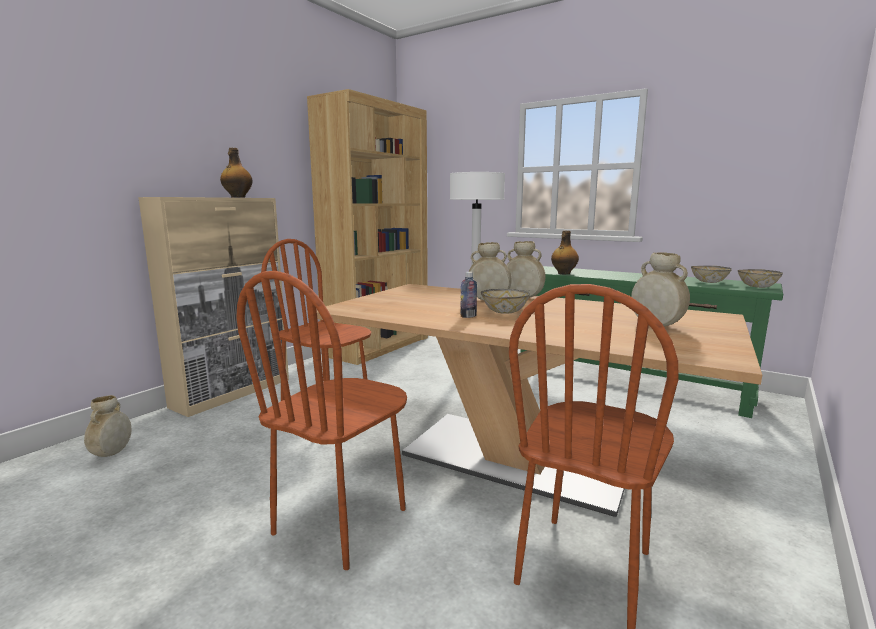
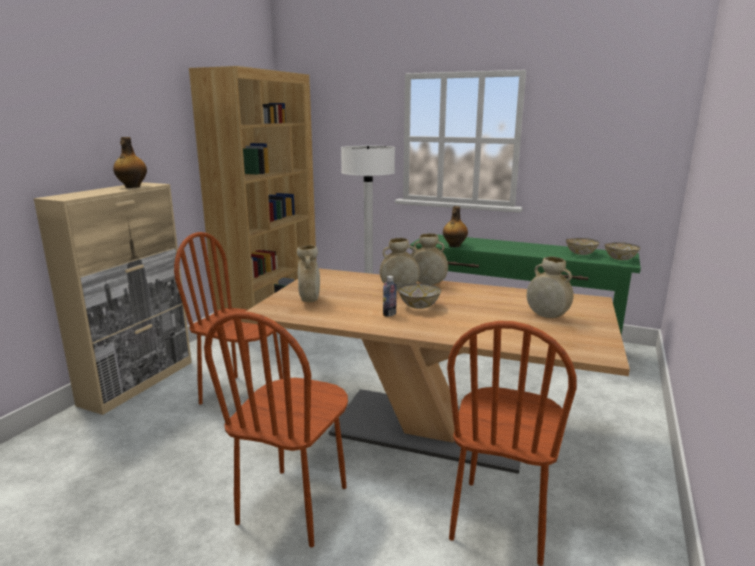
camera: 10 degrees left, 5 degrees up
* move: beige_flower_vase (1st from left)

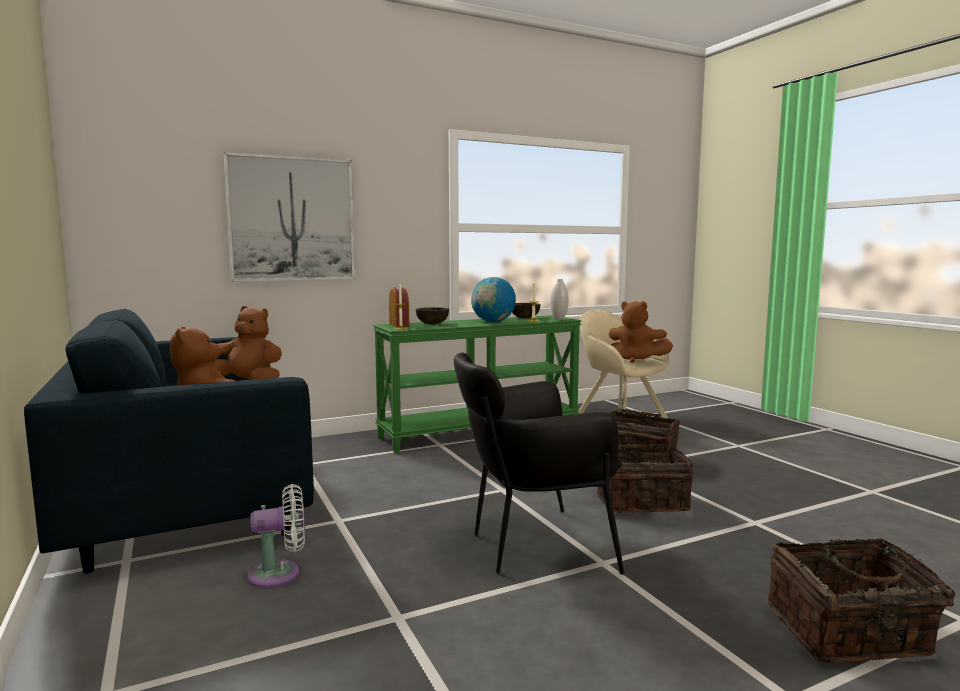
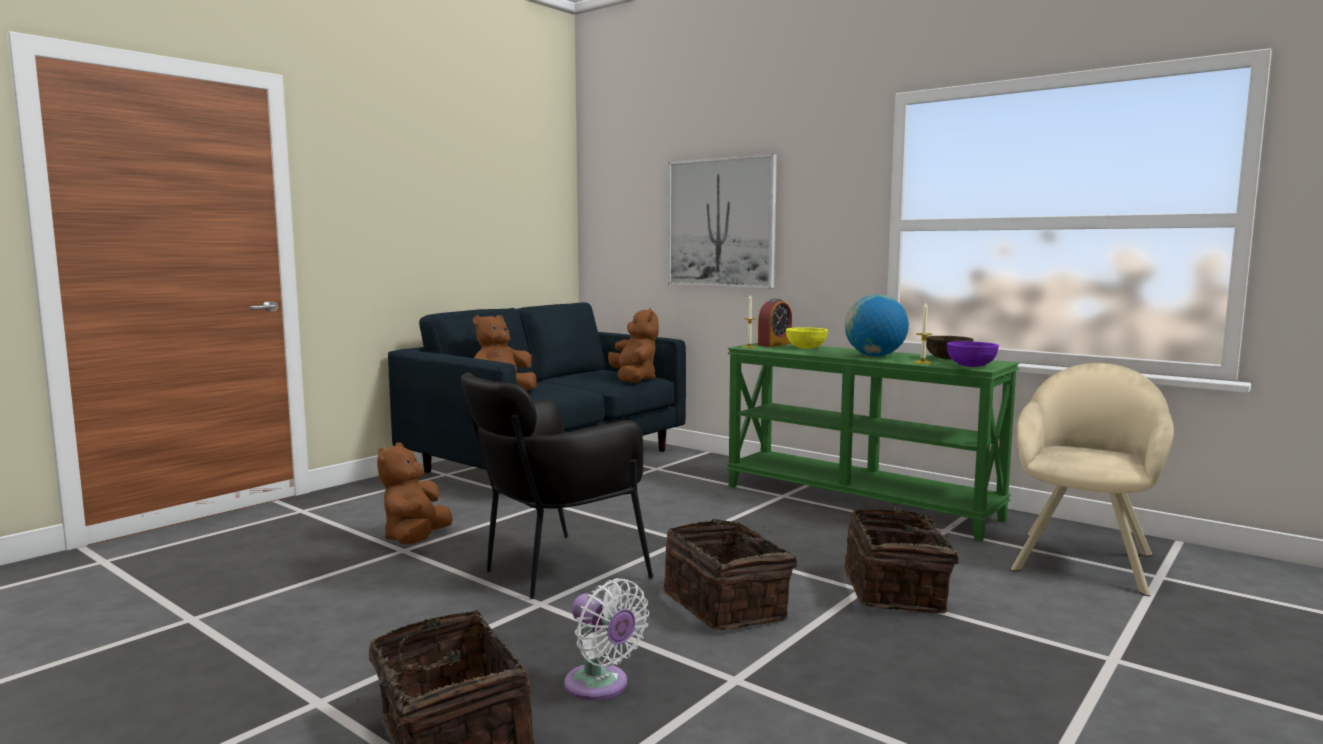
camera: 65 degrees right, 0 degrees up
* replace: whitish_flower_vase to purplish_bowl
* move: brown_cuddly_toy (3rd from left in the first image) to brown_cuddly_toy (1st from left)
* recolor: brown_bowl (1st from left) to yellow-coloured_bowl
* rotate: blackish_easy_chair 90 degrees counterclockwise
* move: whitish_electric_fan

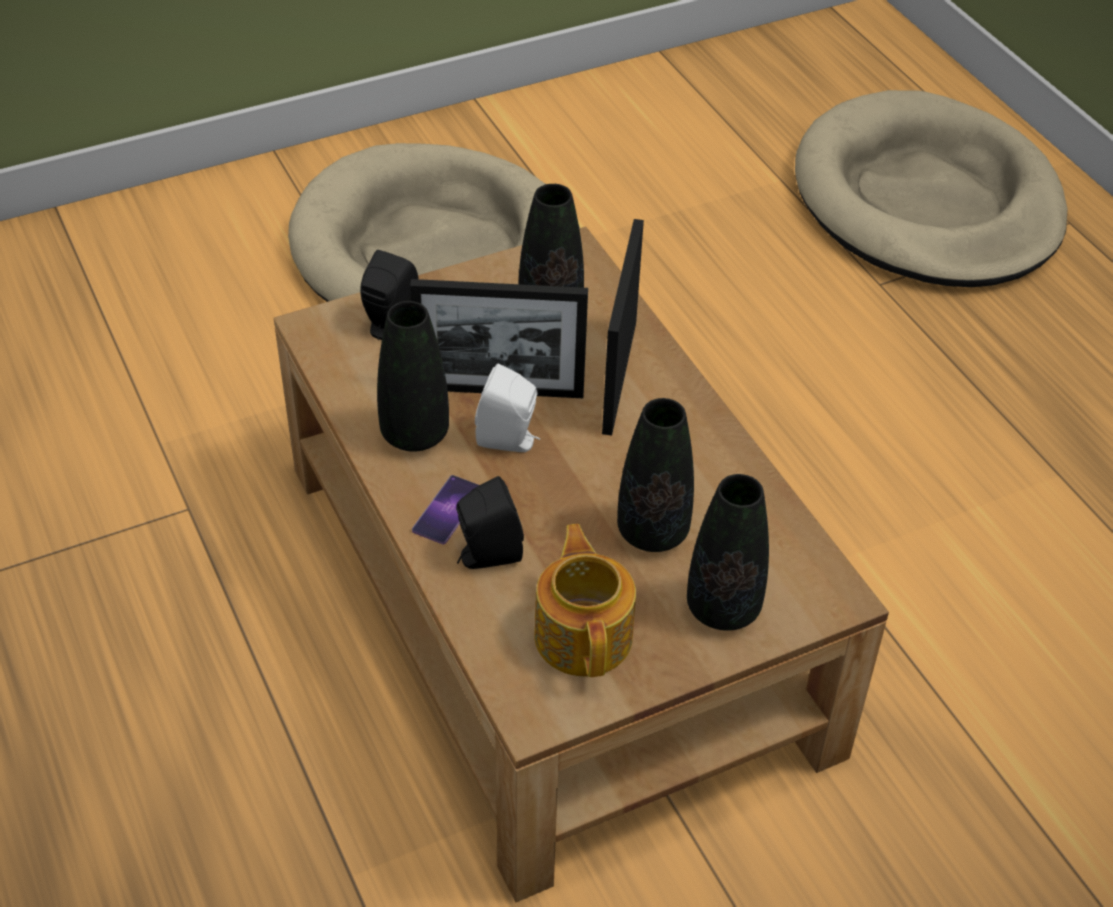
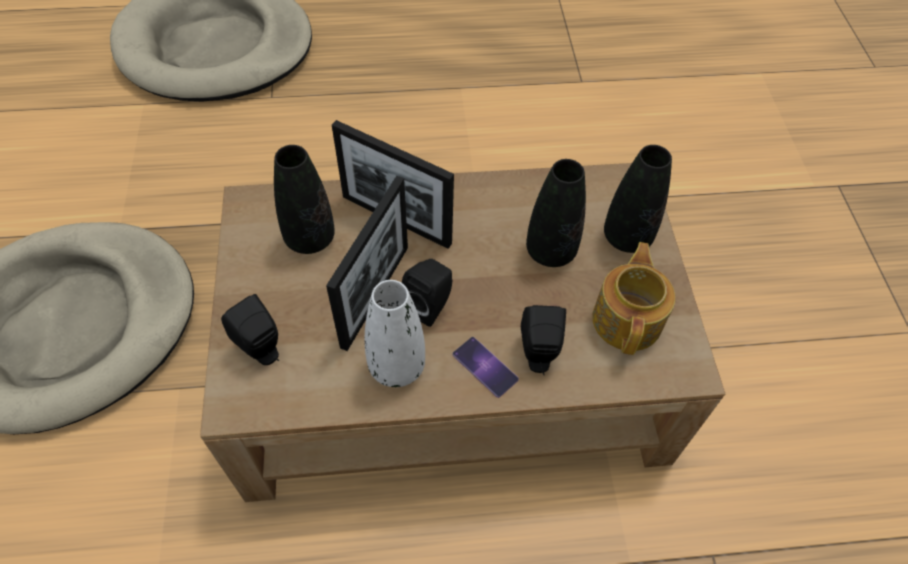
camera: 70 degrees left, 10 degrees up
* recolor: blackish_flower_vase (1st from left) to whitish_flower_vase
* recolor: whitish_loudspeaker to blackish_loudspeaker (2nd from left)
* rotate: tea_pot 90 degrees clockwise

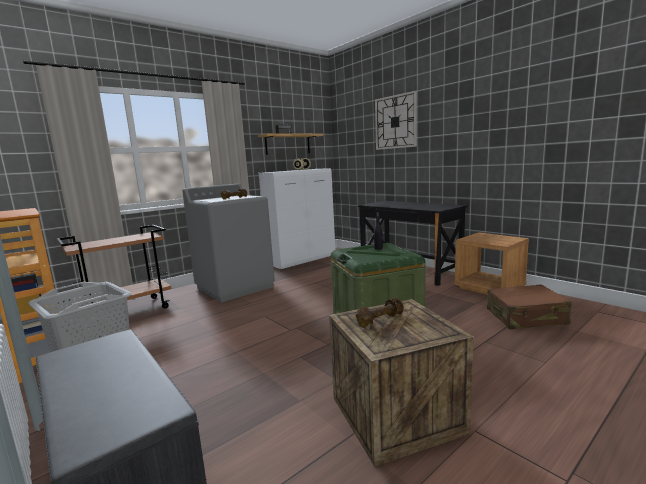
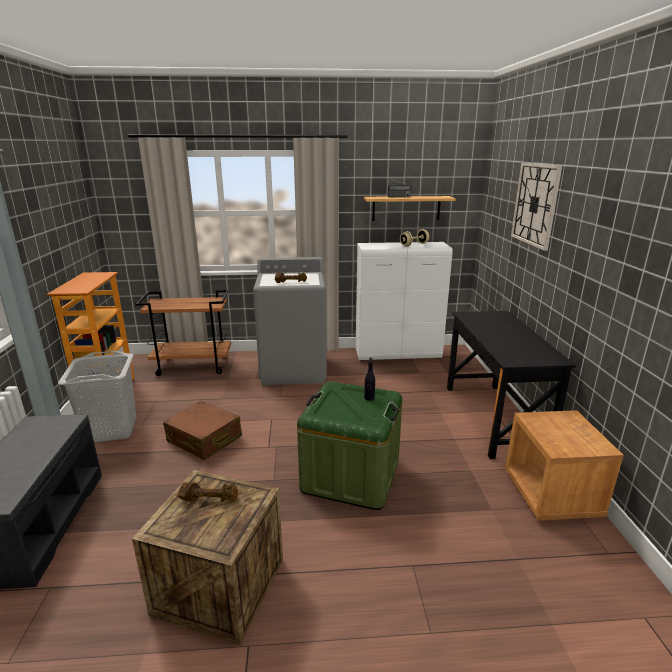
camera: 35 degrees right, 10 degrees up
* move: brown_travel_case

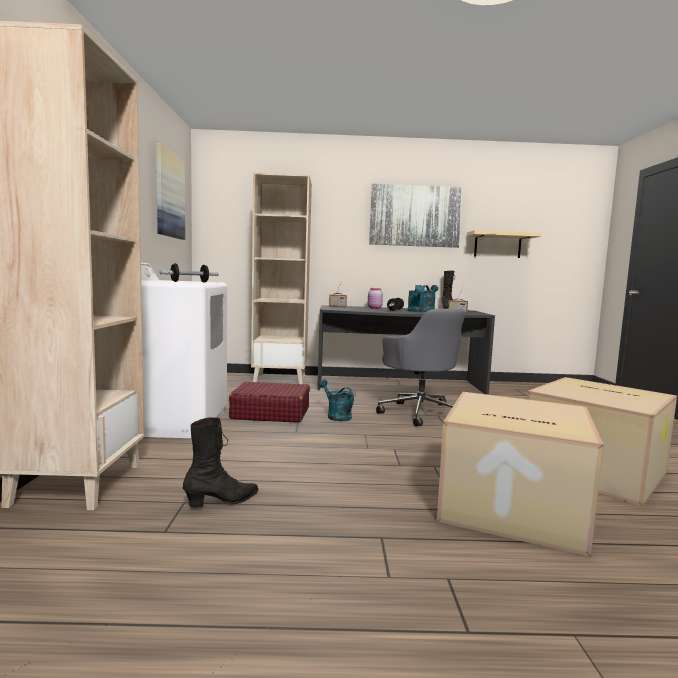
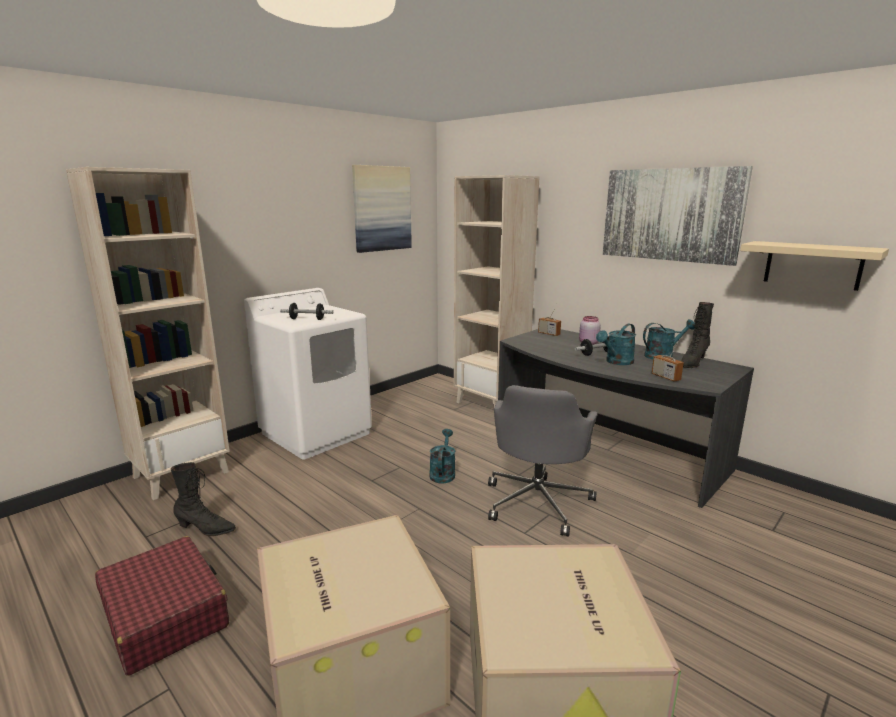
camera: 45 degrees right, 10 degrees up
* move: red-coloured_travel_case

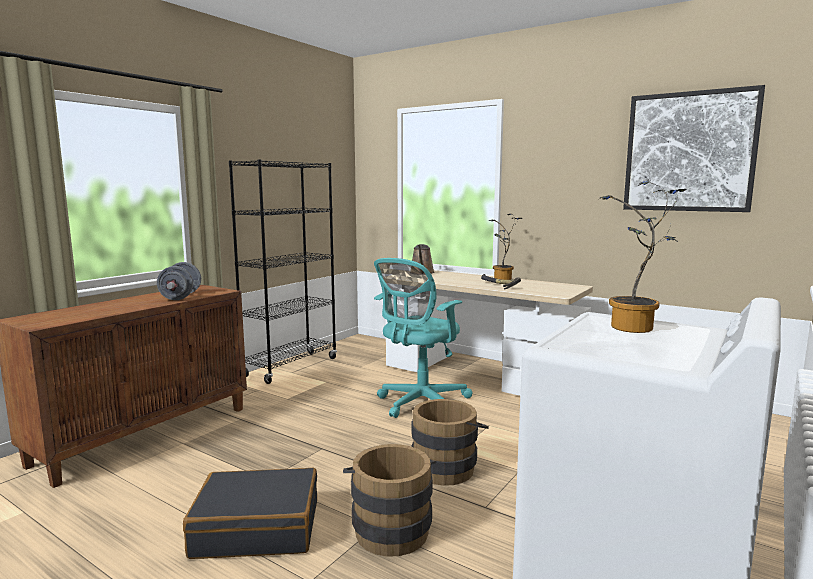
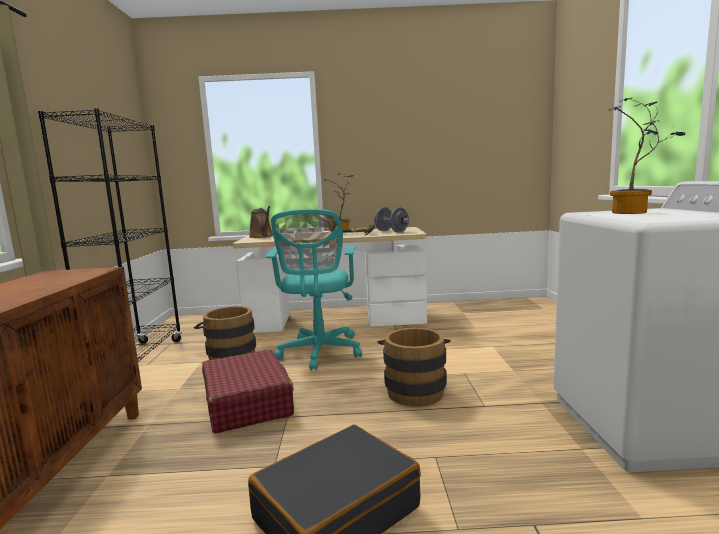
camera: 35 degrees left, 0 degrees up
* delete: wall_picture
* move: greyish_dumbbell
* move: brown_pail (1st from left)
* insert: red-coloured_travel_case

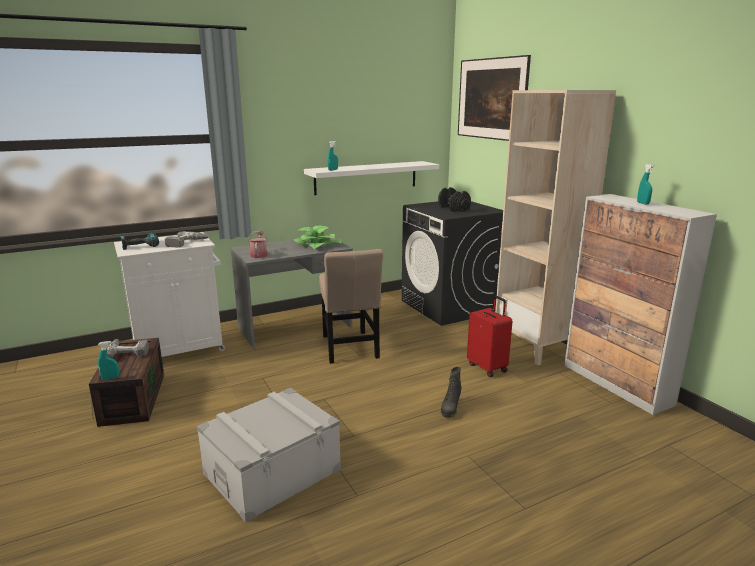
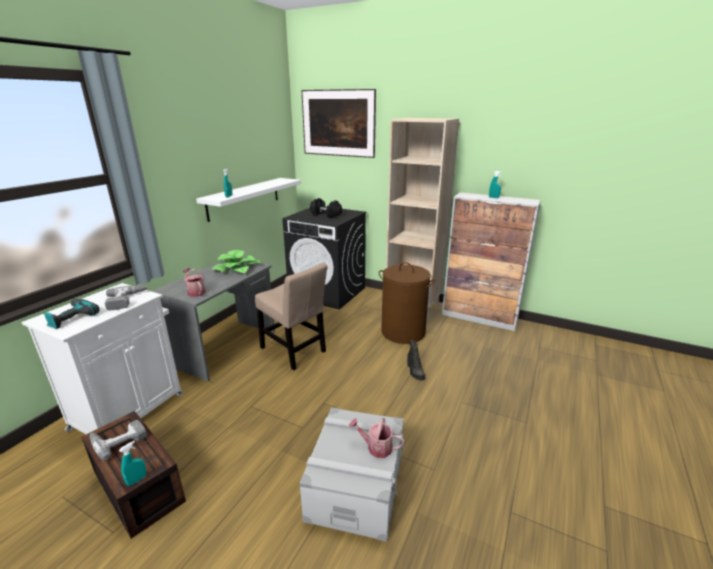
camera: 35 degrees left, 5 degrees up
* replace: red-coloured_travel_case to brown_hamper
* insert: sprinkling_can (2nd from left)

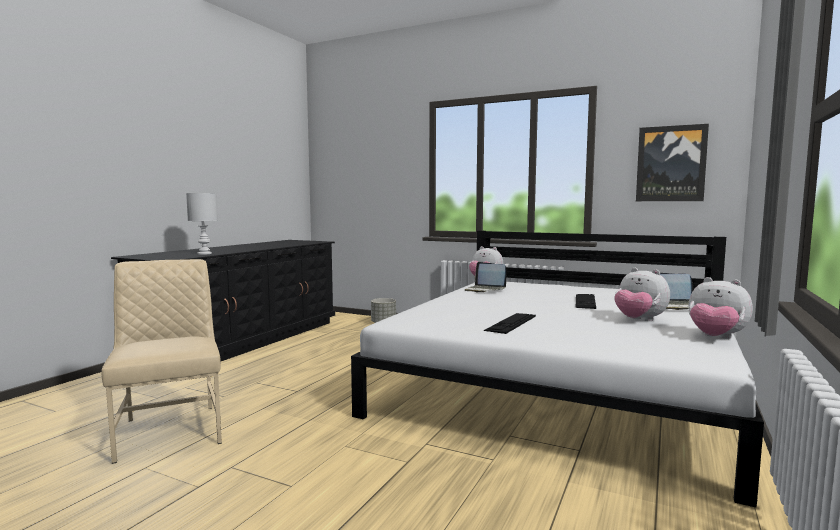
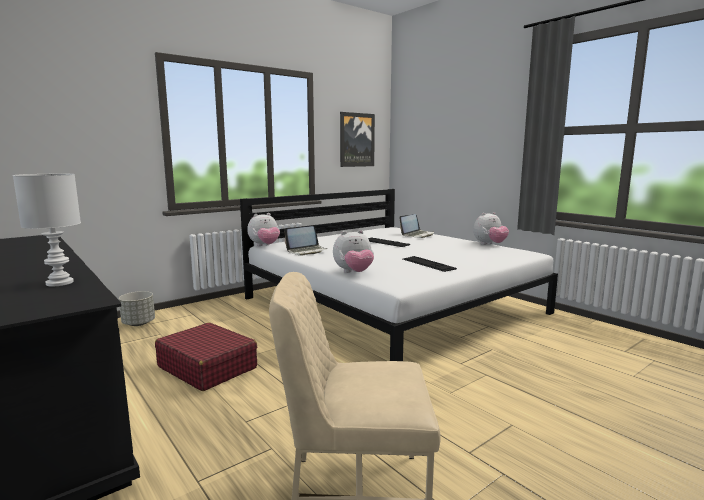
camera: 65 degrees left, 5 degrees up
* move: cuddly_toy (2nd from left)
* insert: red-coloured_travel_case

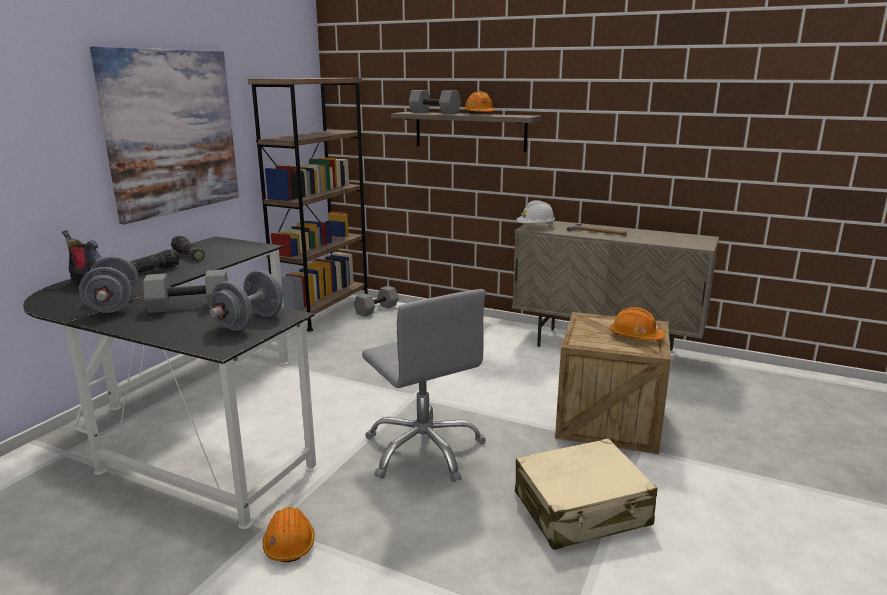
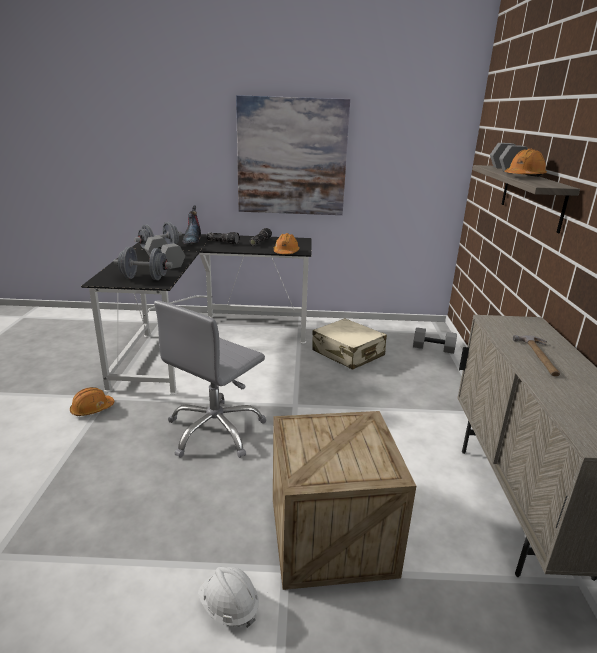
camera: 65 degrees right, 5 degrees up
* delete: brown_bookcase
* move: whitish_work_helmet
* move: orangey_work_helmet (3rd from left in the first image) to orangey_work_helmet (2nd from left)
* move: beige_travel_case

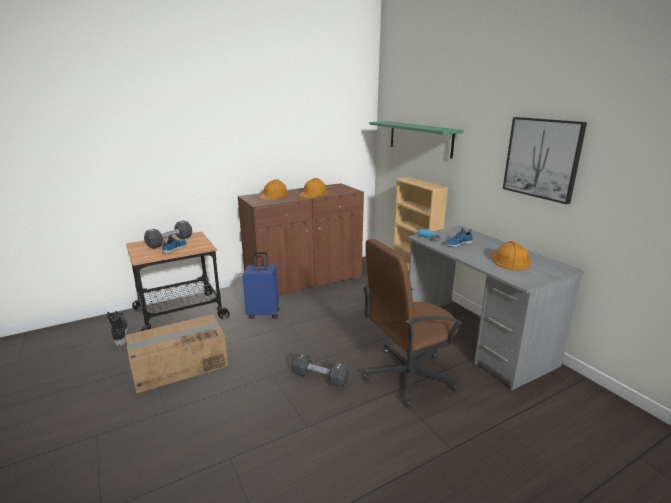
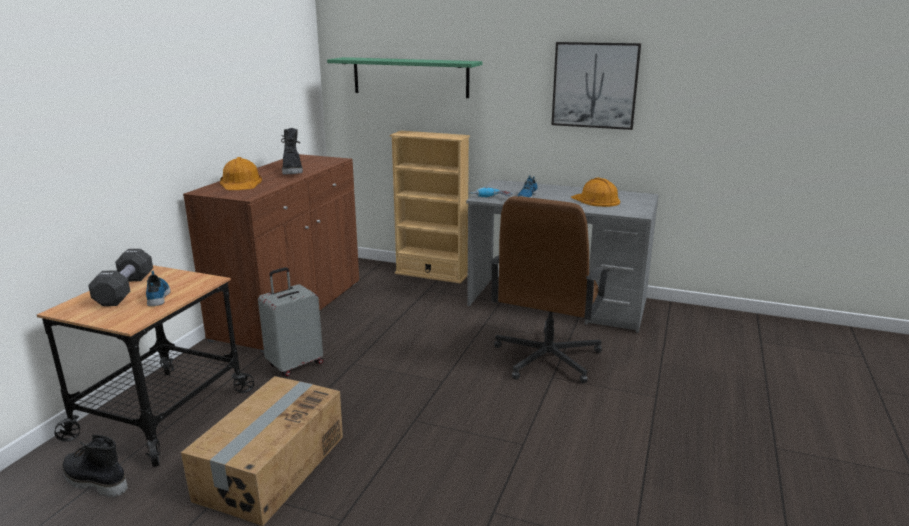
camera: 40 degrees left, 0 degrees up
* replace: orangey_work_helmet (2nd from left) to blackish_high-top_boot (2nd from left)
* recolor: blue-coloured_travel_case to greyish_travel_case
* delete: blackish_dumbbell (2nd from left)

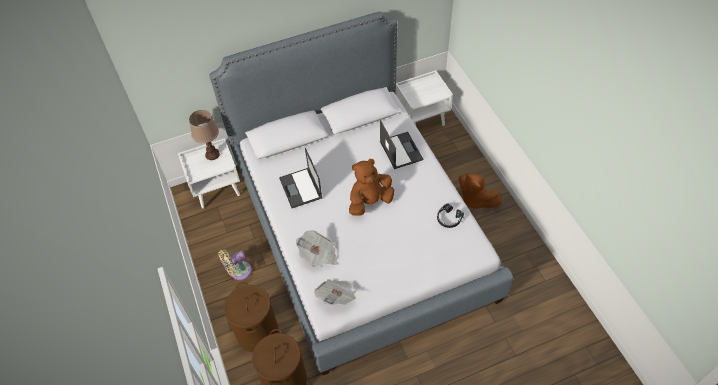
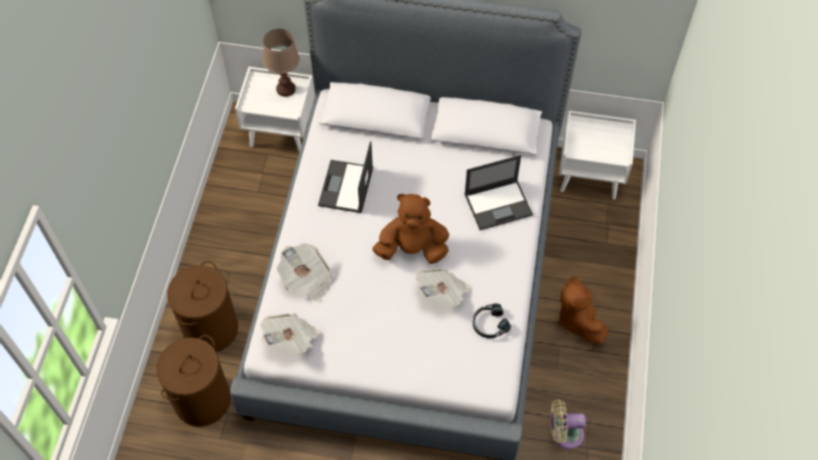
camera: 30 degrees right, 5 degrees up
* rotate: portable_computer (2nd from left) 60 degrees clockwise
* move: beige_electric_fan
* insert: newspaper (3rd from left)

